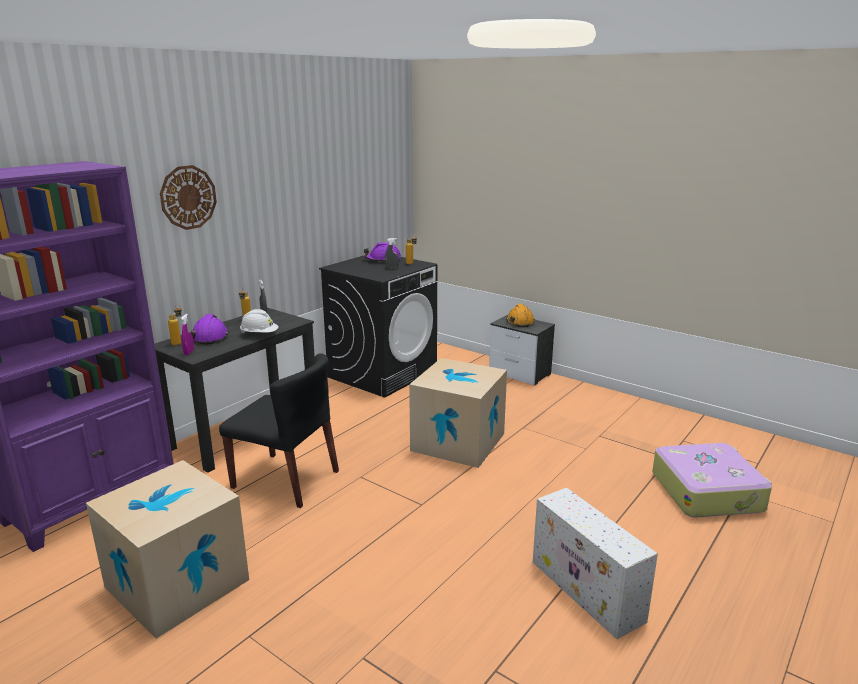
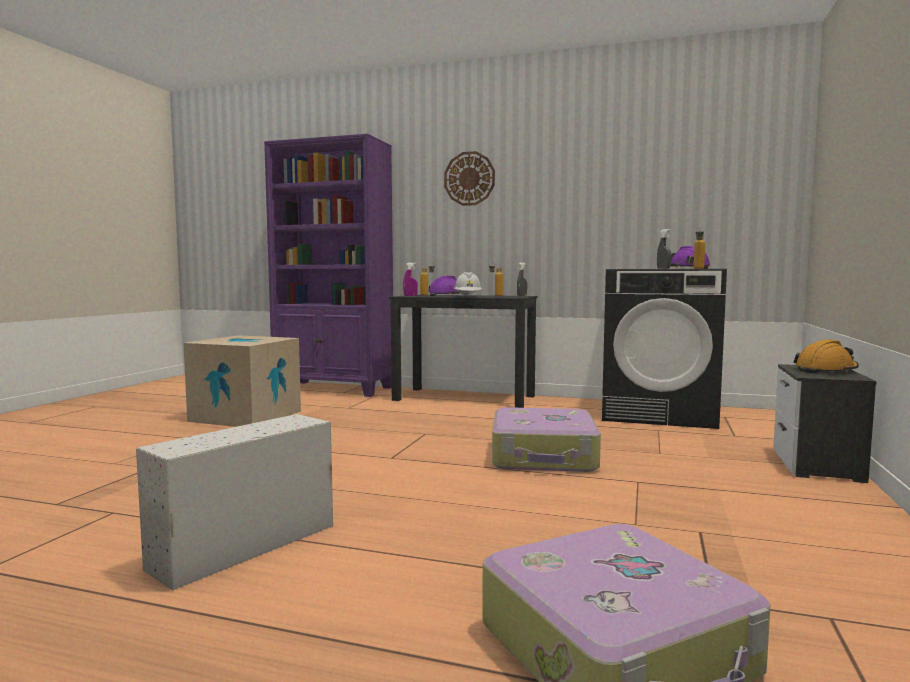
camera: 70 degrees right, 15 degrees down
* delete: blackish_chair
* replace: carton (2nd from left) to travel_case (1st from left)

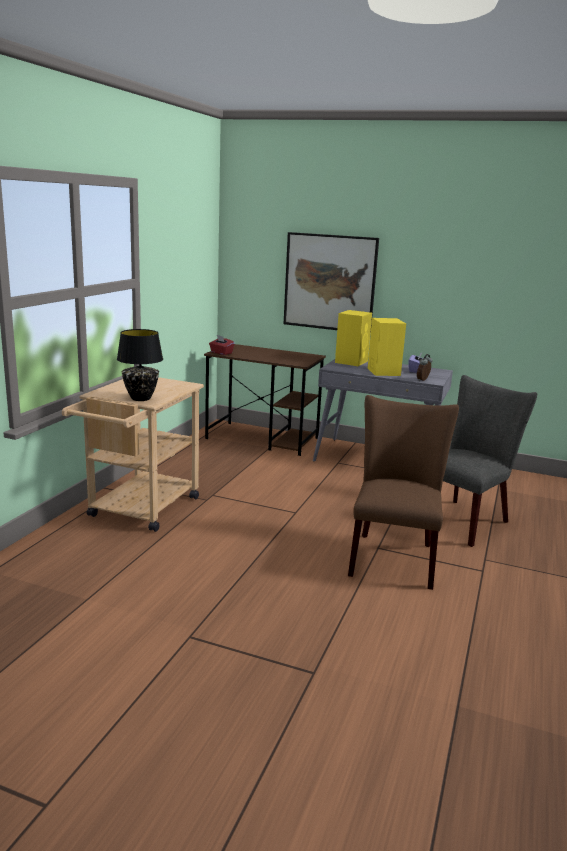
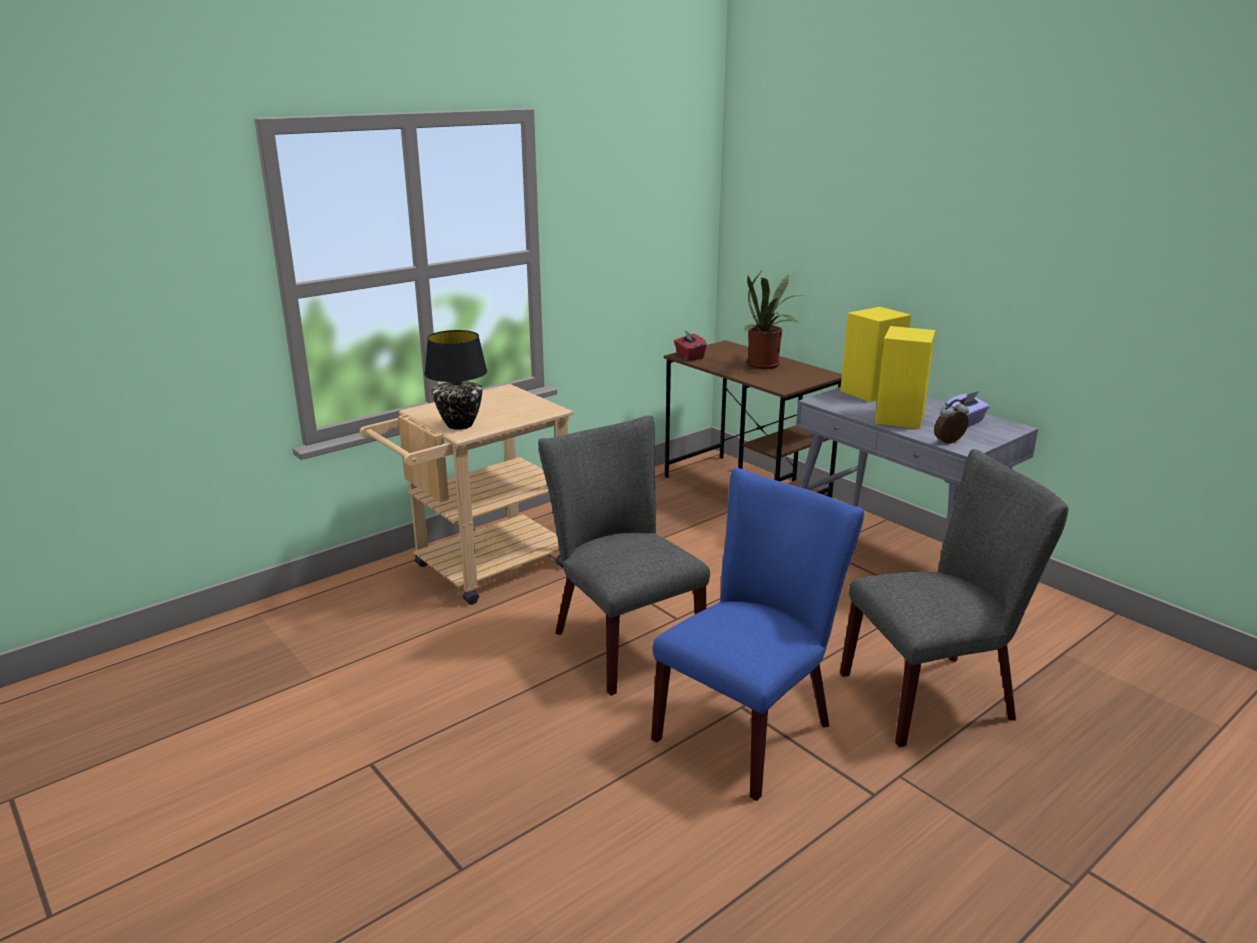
camera: 30 degrees right, 5 degrees up
* delete: wall_picture
* recolor: brown_chair to blue-coloured_chair
* insert: potted_plant
* insert: greyish_chair (1st from left)

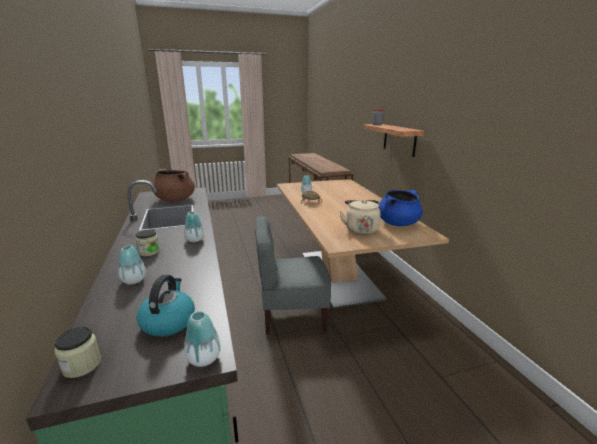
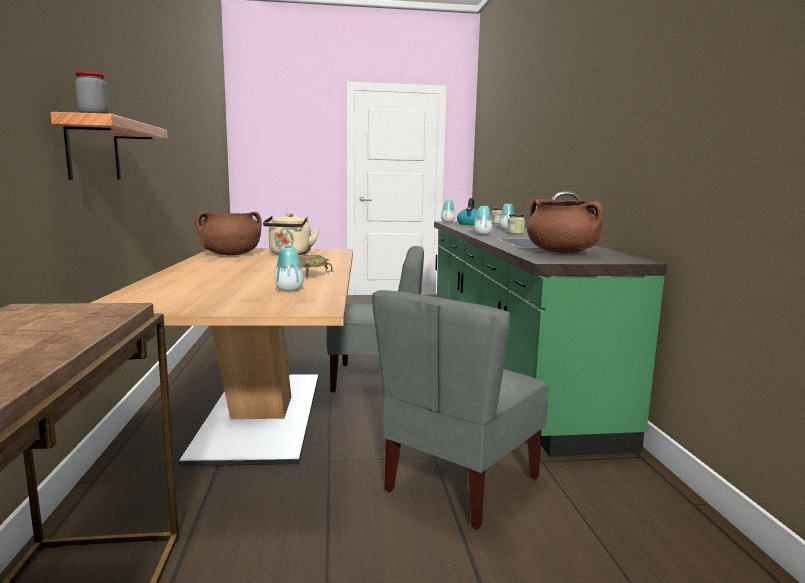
camera: 170 degrees left, 10 degrees down
* recolor: blue-coloured_cooking_pot to brown_cooking_pot (1st from left)
* insert: greyish_chair (2nd from left)

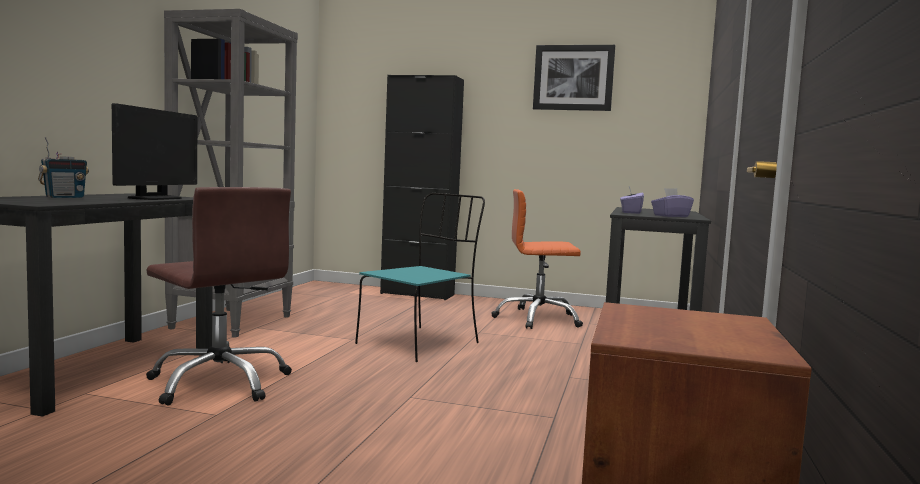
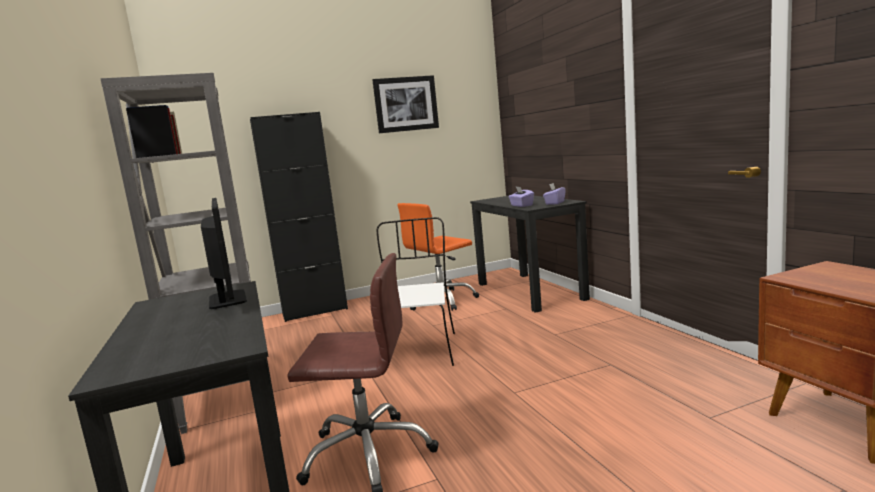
camera: 35 degrees left, 5 degrees up
* delete: radio_set
* recolor: turquoise_chair to whitish_chair

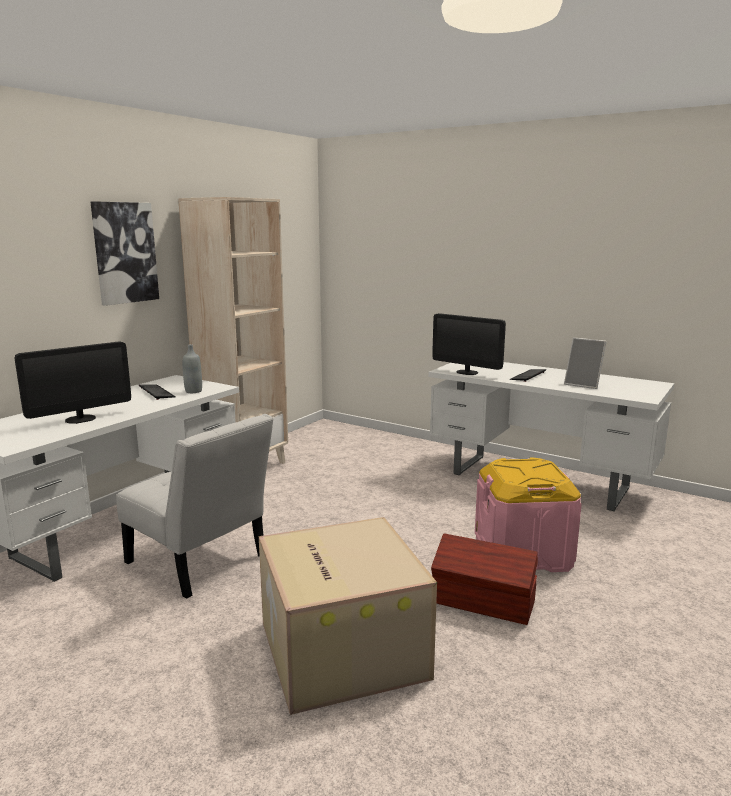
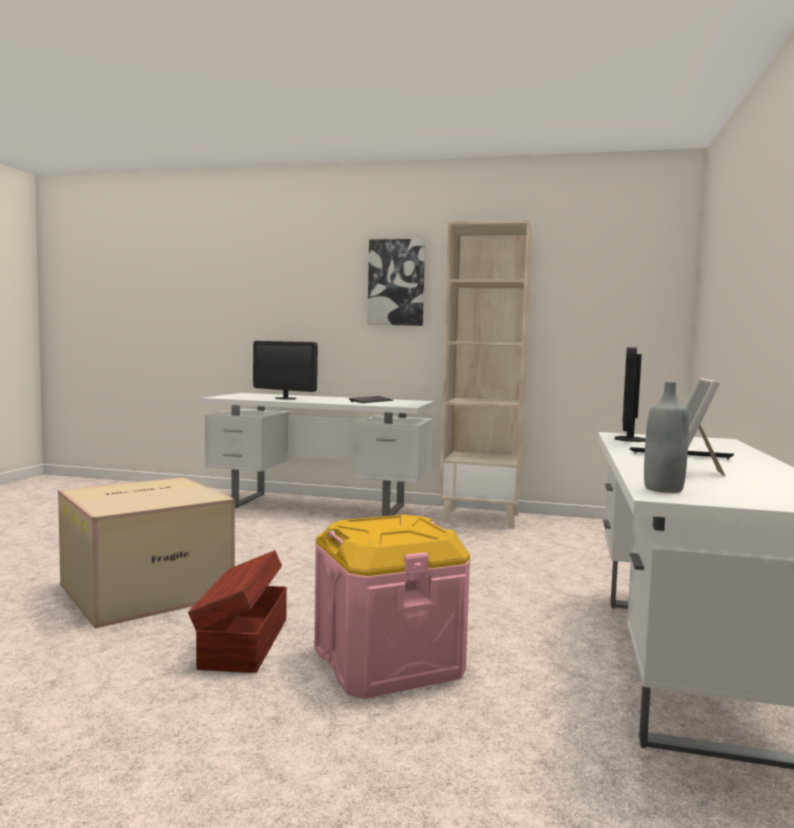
camera: 70 degrees right, 10 degrees down
* move: greyish_bottle
* delete: whitish_chair

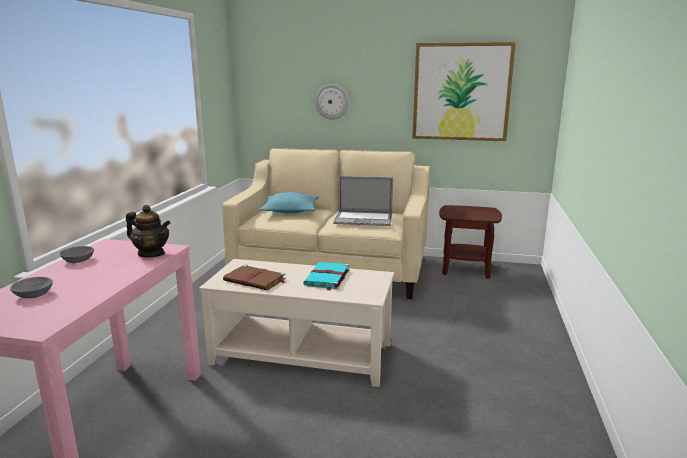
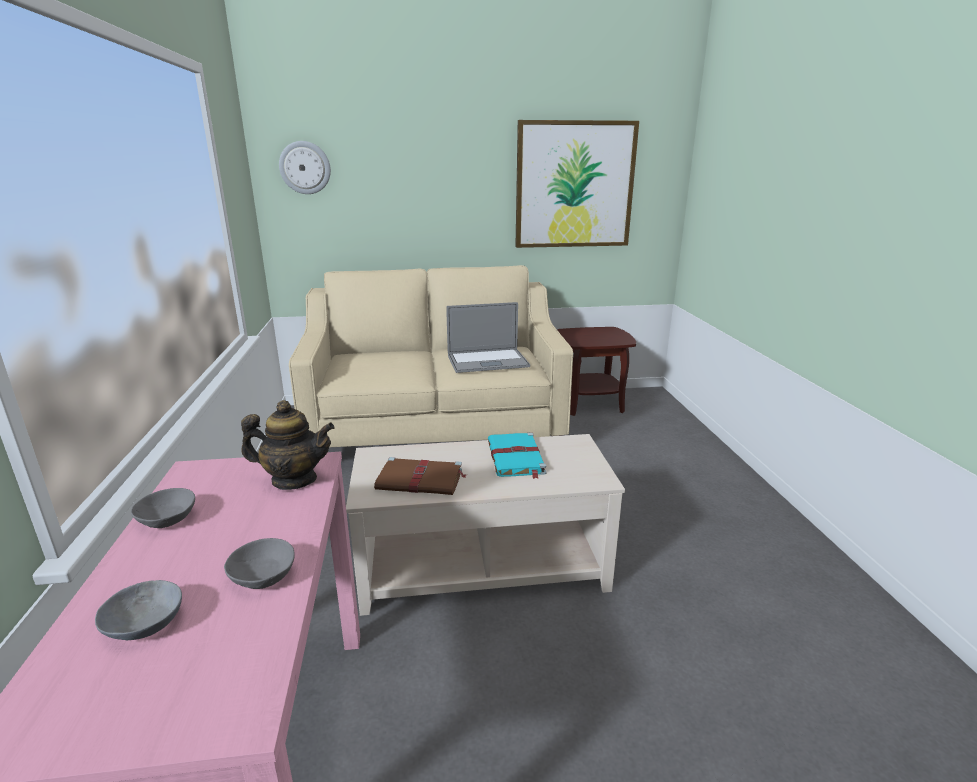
camera: 20 degrees left, 5 degrees up
* move: hanging_clock
* delete: turquoise_pillow
* insert: greyish_bowl (3rd from left)

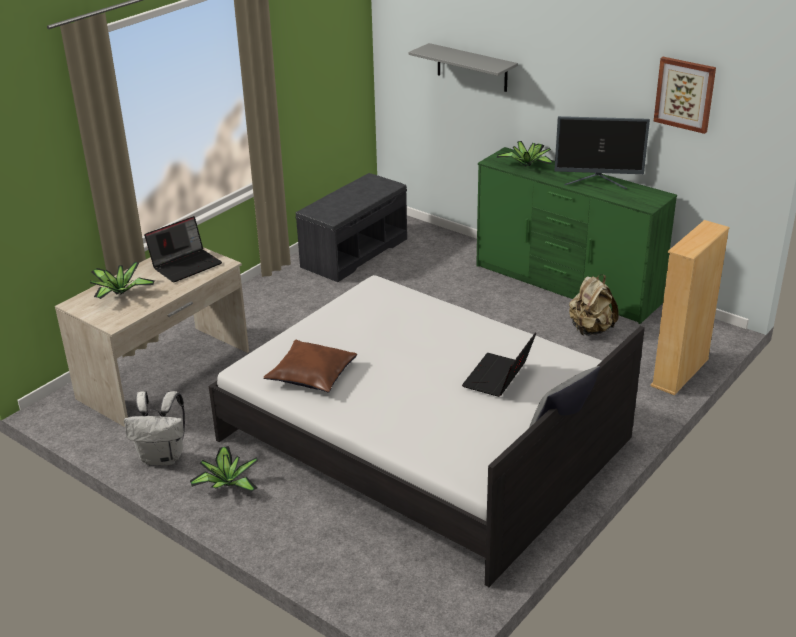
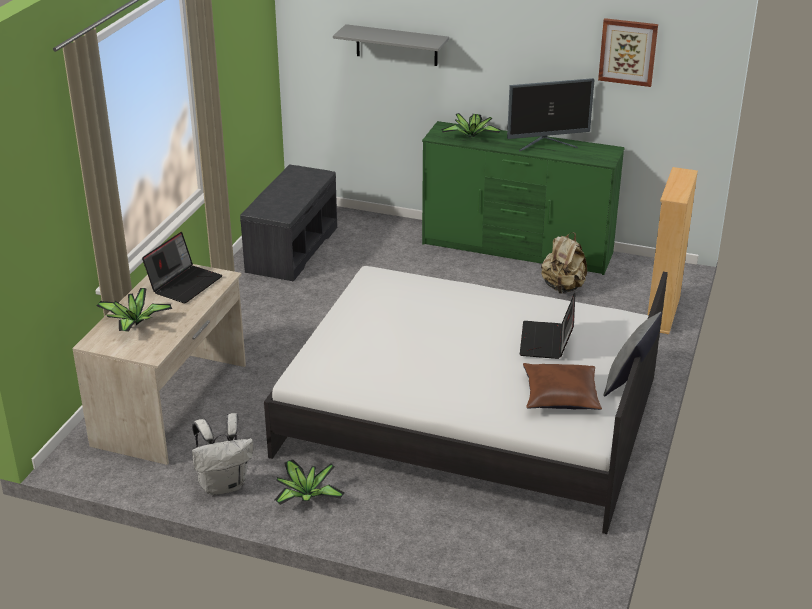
camera: 20 degrees left, 0 degrees up
* move: brown_pillow

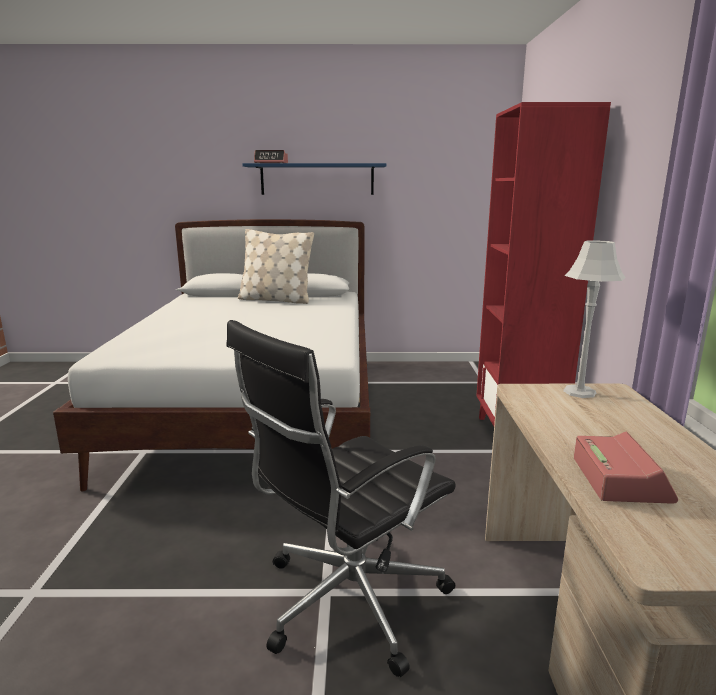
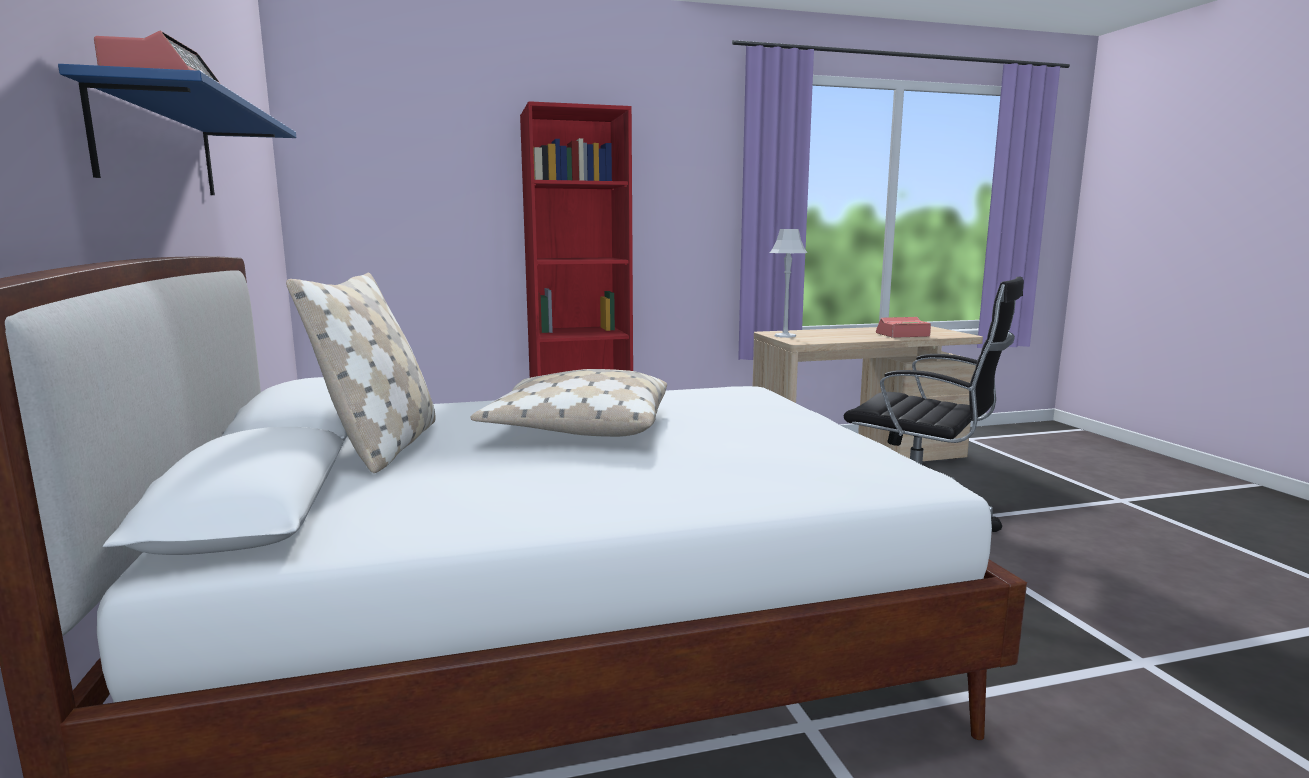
camera: 105 degrees left, 5 degrees down
* insert: beige_pillow (2nd from left)

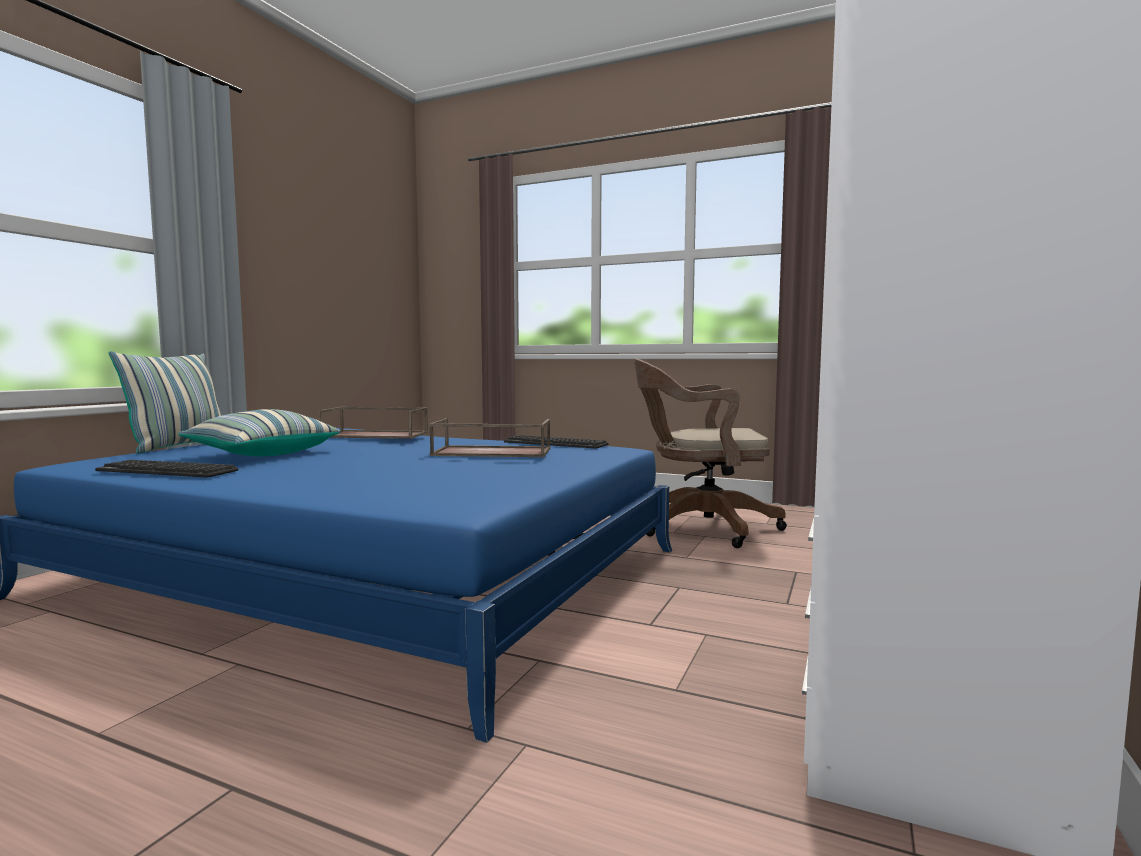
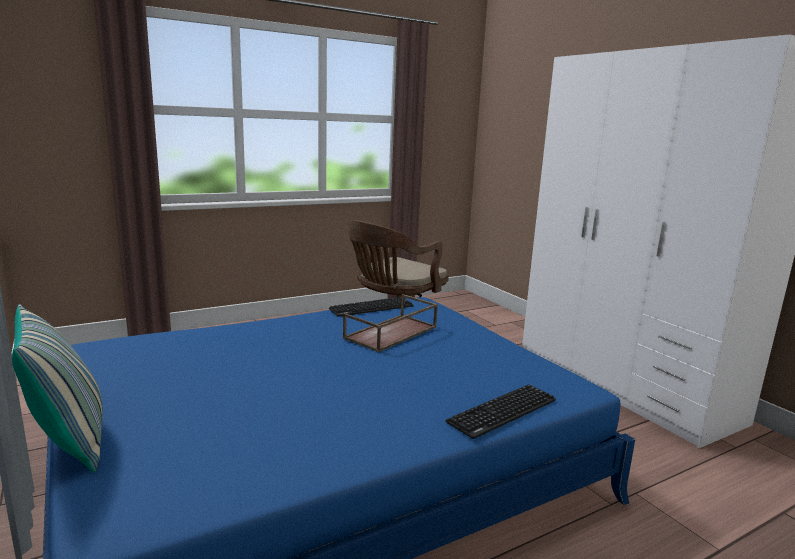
camera: 55 degrees left, 10 degrees up
* delete: brown_tray (1st from left)
* delete: pillow (2nd from left)
* move: computer_keyboard (1st from left in the first image) to computer_keyboard (2nd from left)

